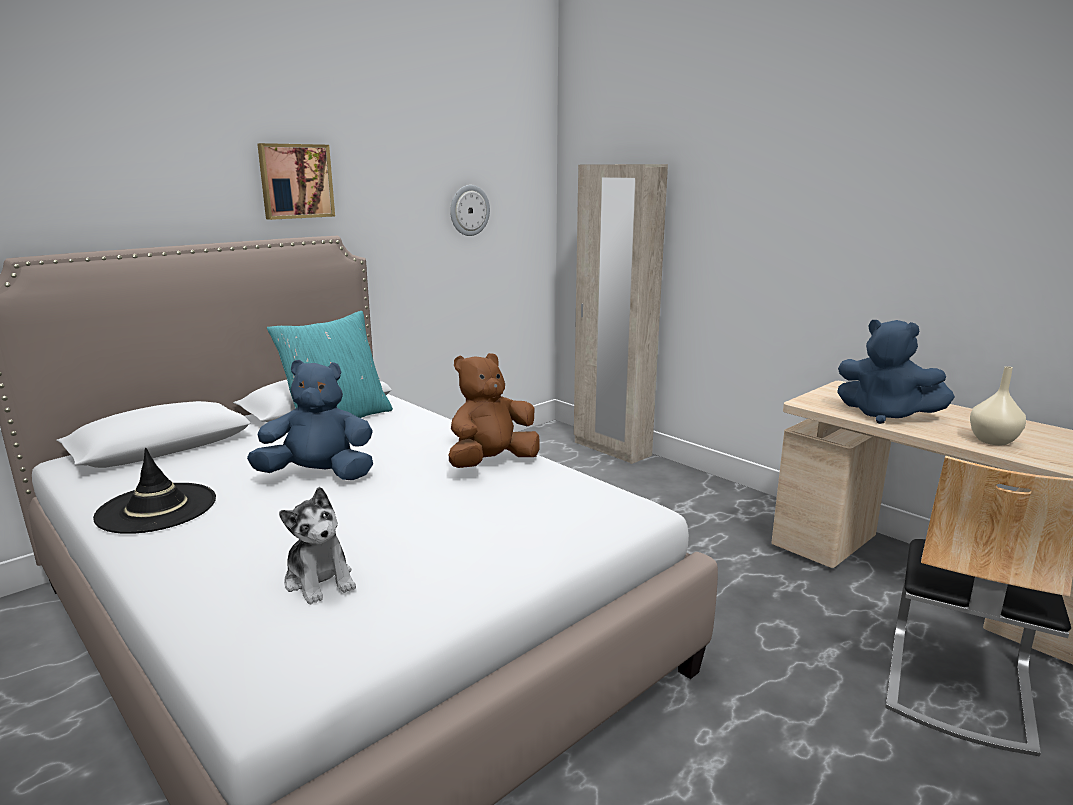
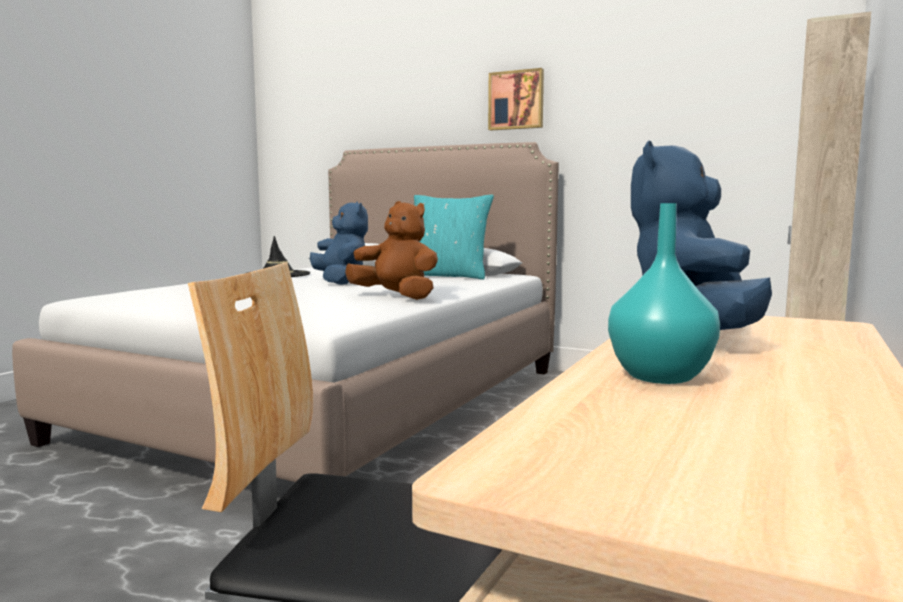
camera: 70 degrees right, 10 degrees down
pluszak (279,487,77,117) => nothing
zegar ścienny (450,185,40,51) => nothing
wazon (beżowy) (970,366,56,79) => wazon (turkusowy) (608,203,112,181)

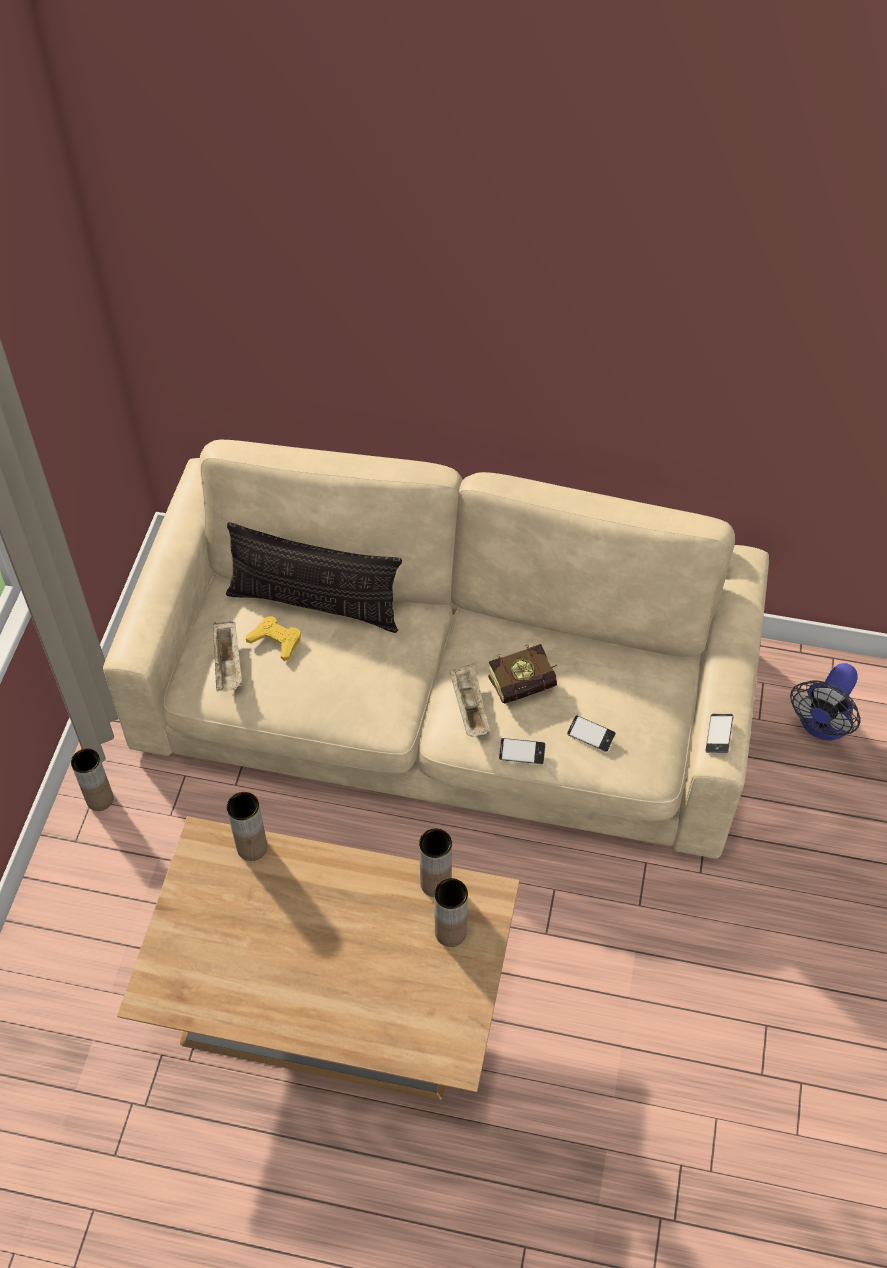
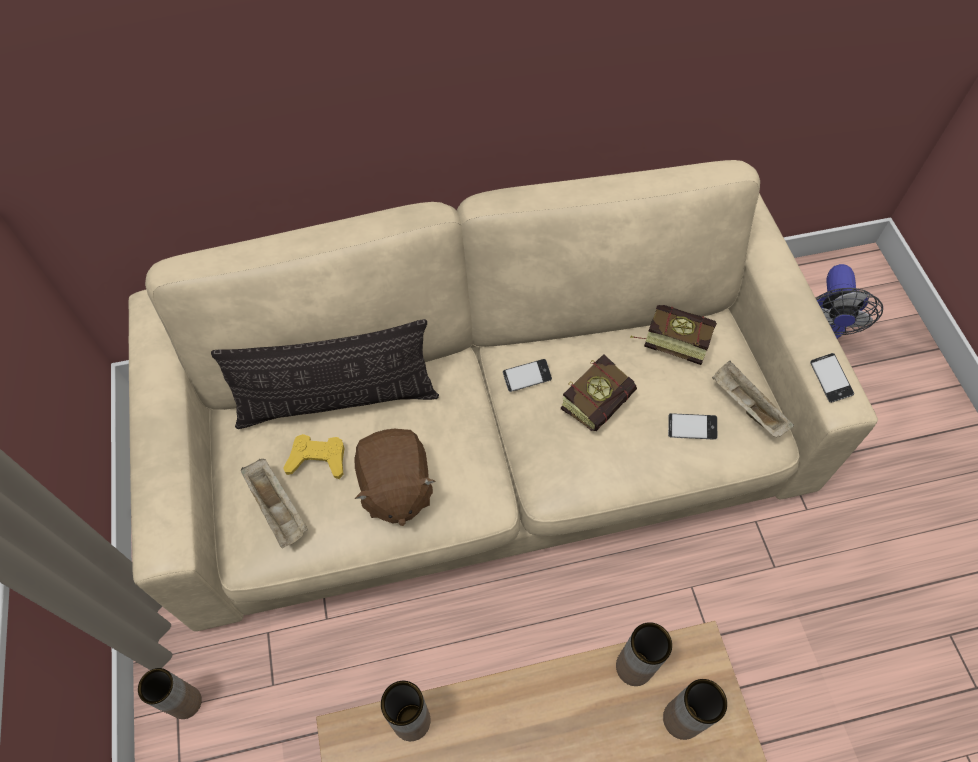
camera: 25 degrees left, 5 degrees up
taca (beżowy) (450,663,40,73) => taca (beżowy) (712,361,82,76), moved
telefon (499,738,46,26) => telefon (503,359,49,33), moved
nothing => pluszak (brązowy) (354,428,82,98)
nothing => książka (630,305,87,60)

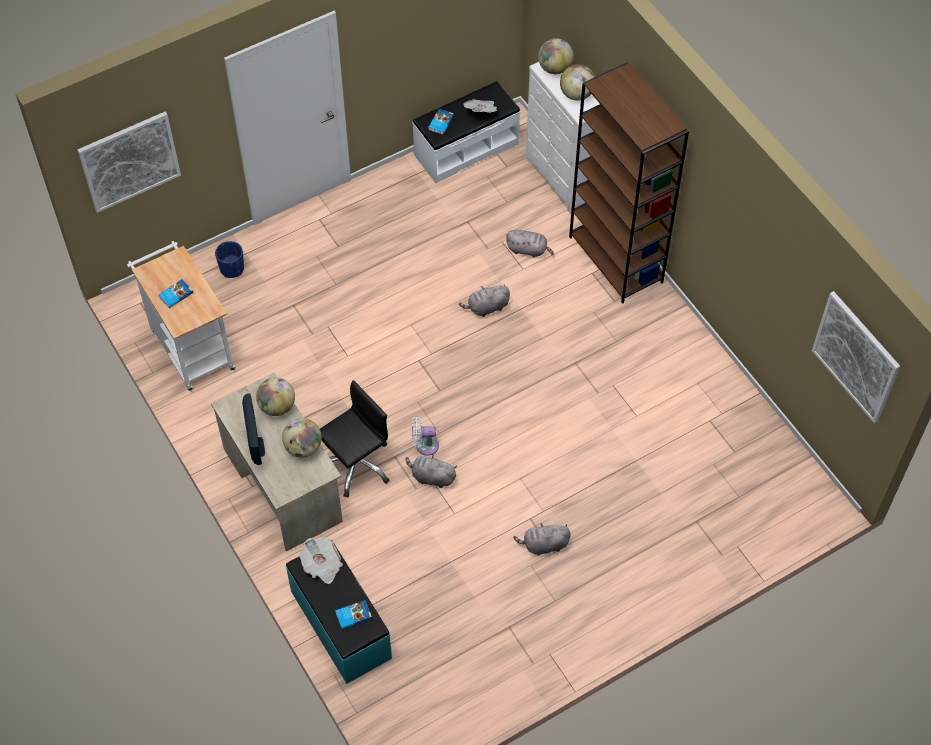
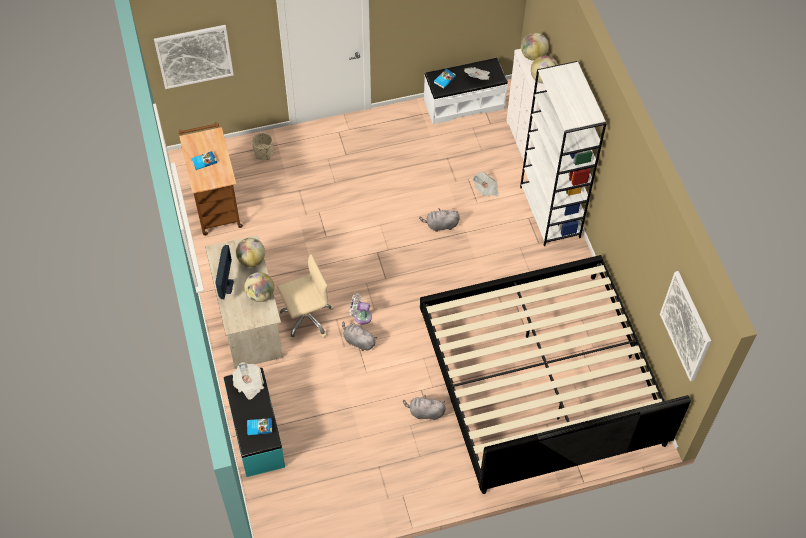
camera: 15 degrees right, 0 degrees up
wózek (biały) (127,241,109,151) => wózek (brązowy) (178,122,65,114)
donica (niebieski) (215,241,29,37) => donica (beżowy) (252,132,21,28)
krzesło biurowe (czarny) (320,380,69,117) => krzesło biurowe (beżowy) (277,254,57,87)
pluszak (szary) (506,230,48,27) => gazeta (473,172,26,25)
regał (brązowy) (569,62,120,242) => regał (biały) (520,61,86,185)
nothing => łóżko (420,255,271,239)

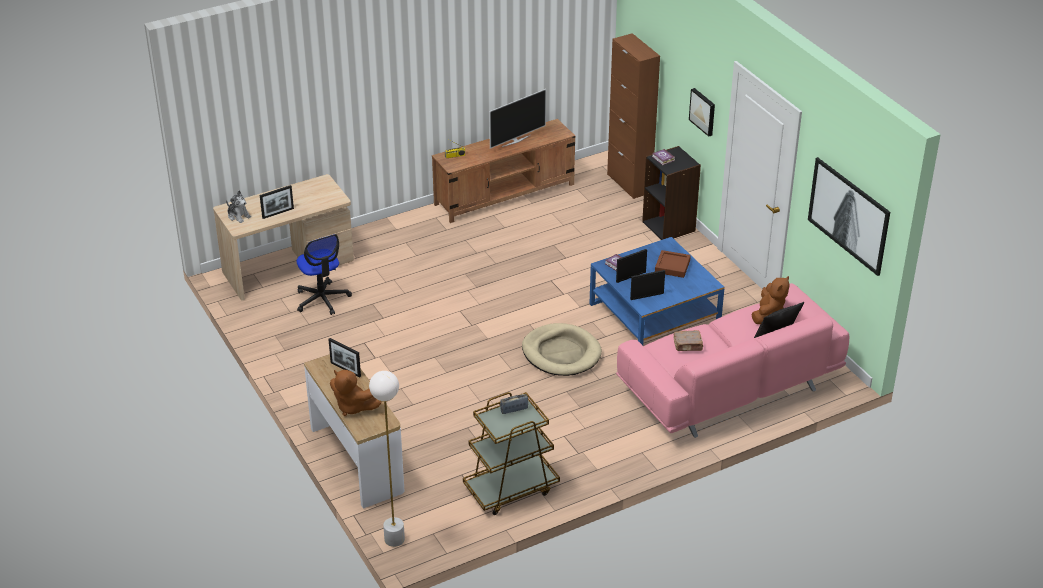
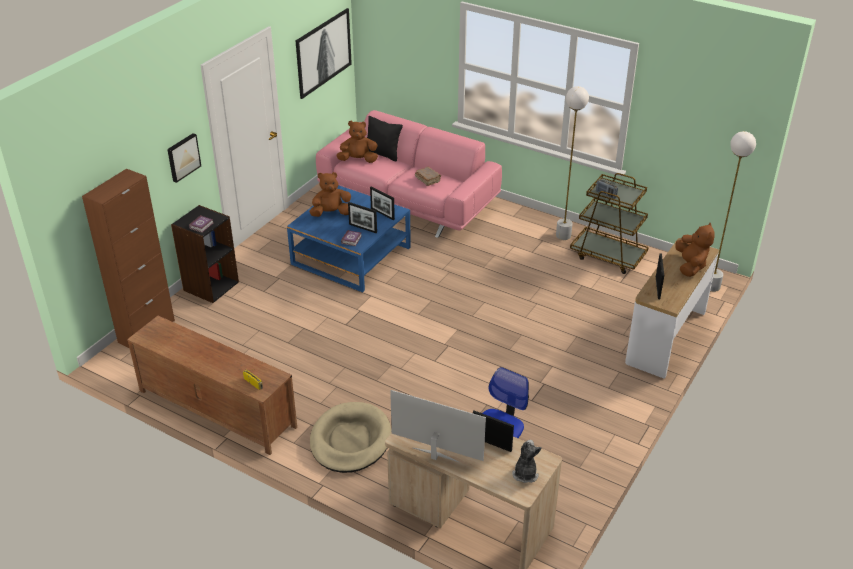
camera: 120 degrees left, 0 degrees up
telewizor (489,89,57,60) => telewizor (390,390,96,73), moved
legowisko (beżowy) (522,323,80,53) => legowisko (beżowy) (310,402,81,71), moved
taca (brązowy) (655,250,36,28) => pluszak (brązowy) (309,172,42,45)
nothing => lampa stojąca (biały) (556,86,33,154)

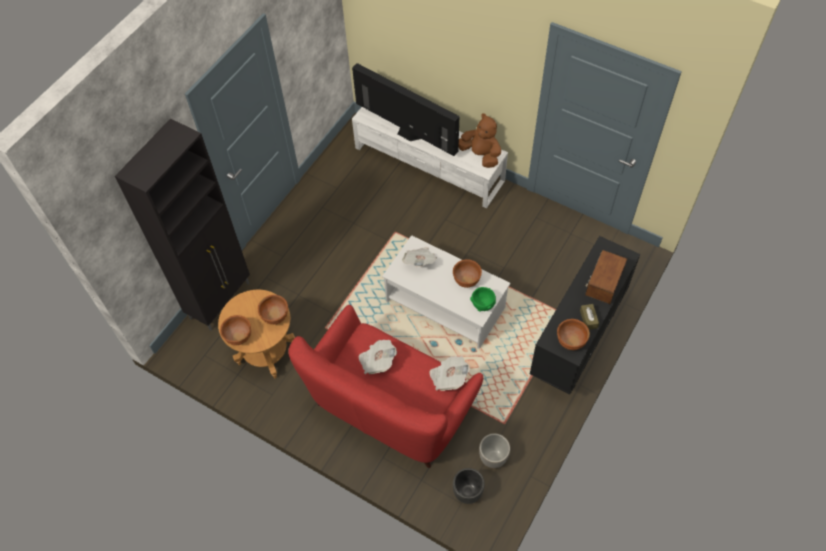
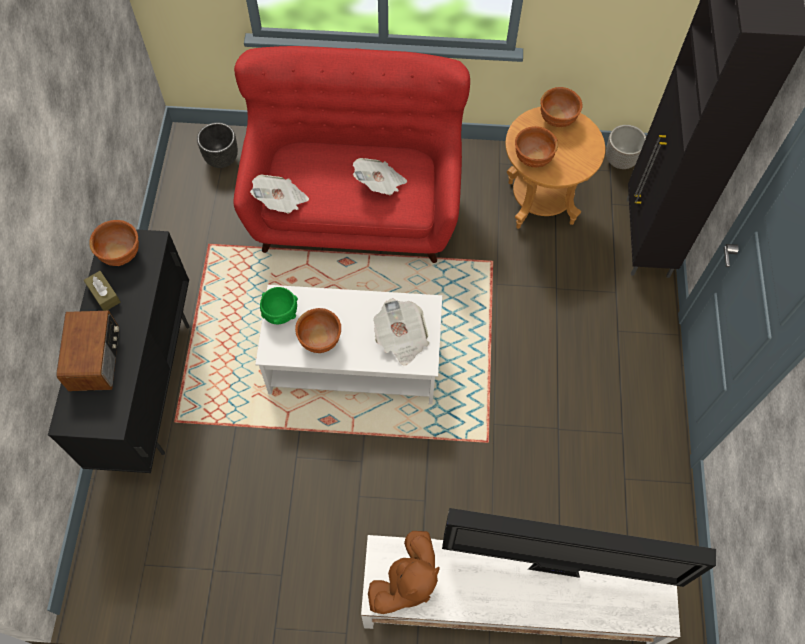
camera: 150 degrees right, 5 degrees up
pluszak (brązowy) (459,113,42,55) => pluszak (brązowy) (368,531,72,83), 60 degrees counterclockwise
donica (479,433,31,35) => donica (606,125,40,44), moved

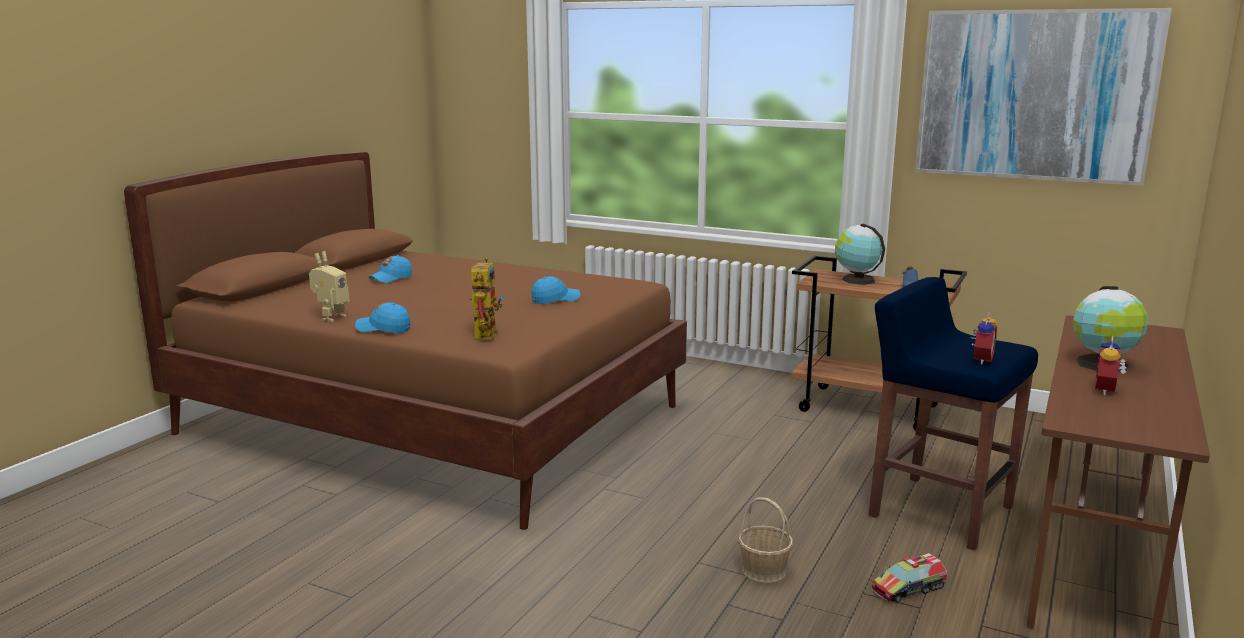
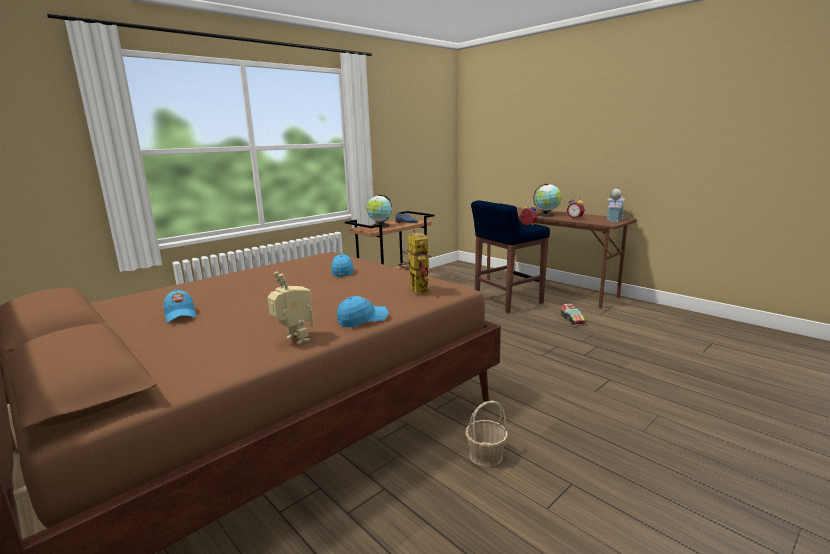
camera: 70 degrees left, 0 degrees up
czapka z daszkiem (niebieski) (355,303,55,30) => czapka z daszkiem (niebieski) (337,296,51,31), 150 degrees counterclockwise
robot zabawkowy (470,257,33,82) => robot zabawkowy (398,229,32,65), 45 degrees clockwise
koszyk (738,497,55,86) => koszyk (465,401,43,66), moved
obraz (915,8,257,178) => nothing
nothing => domek (606,185,19,37)

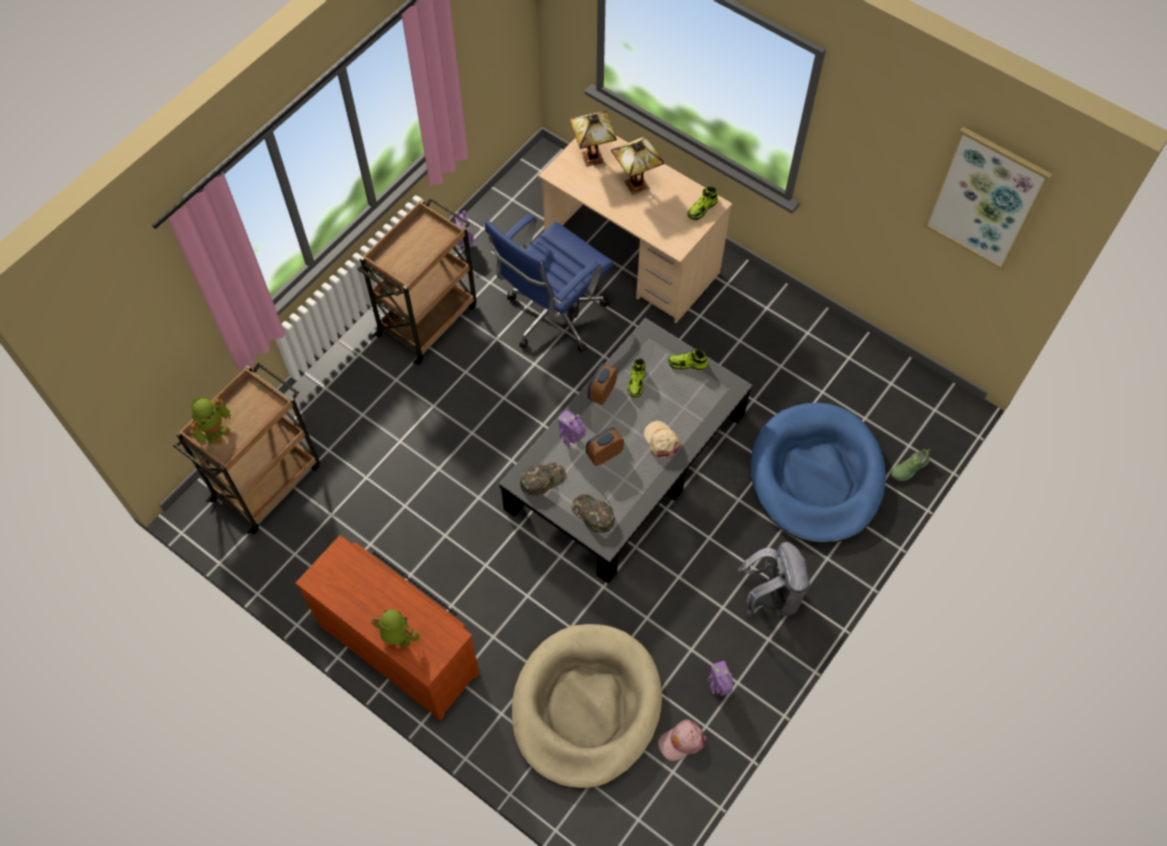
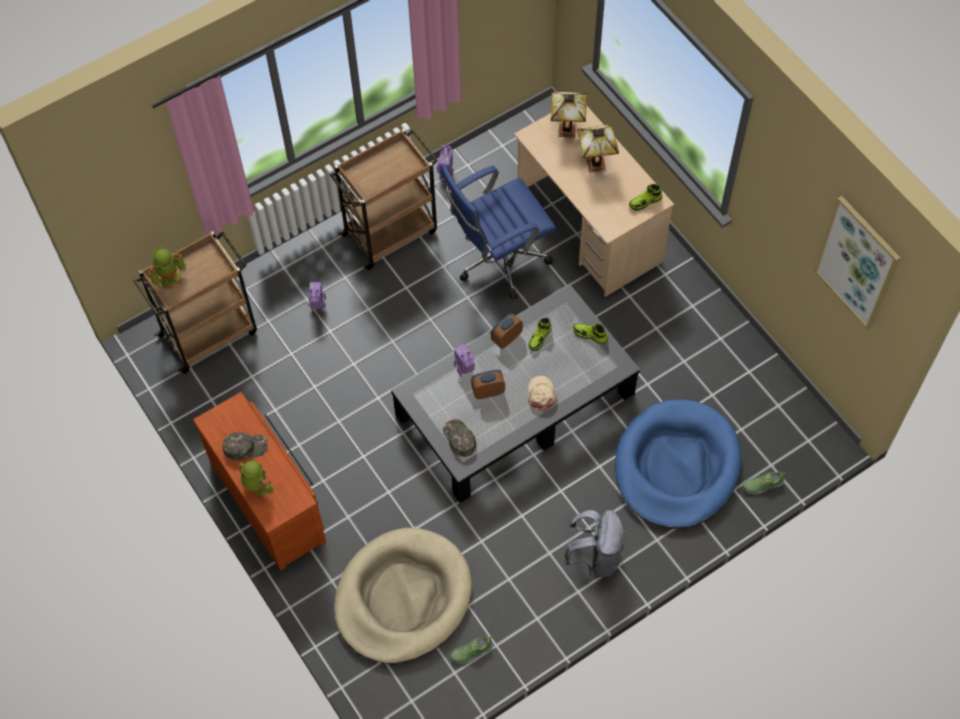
camera: 20 degrees right, 0 degrees up
czapka z daszkiem (zielony) (520,462,46,34) => czapka z daszkiem (zielony) (223,432,45,29), moved
czapka z daszkiem (różowy) (658,719,48,42) => but (450,636,43,27)
robot zabawkowy (708,661,25,35) => robot zabawkowy (308,282,18,30), moved

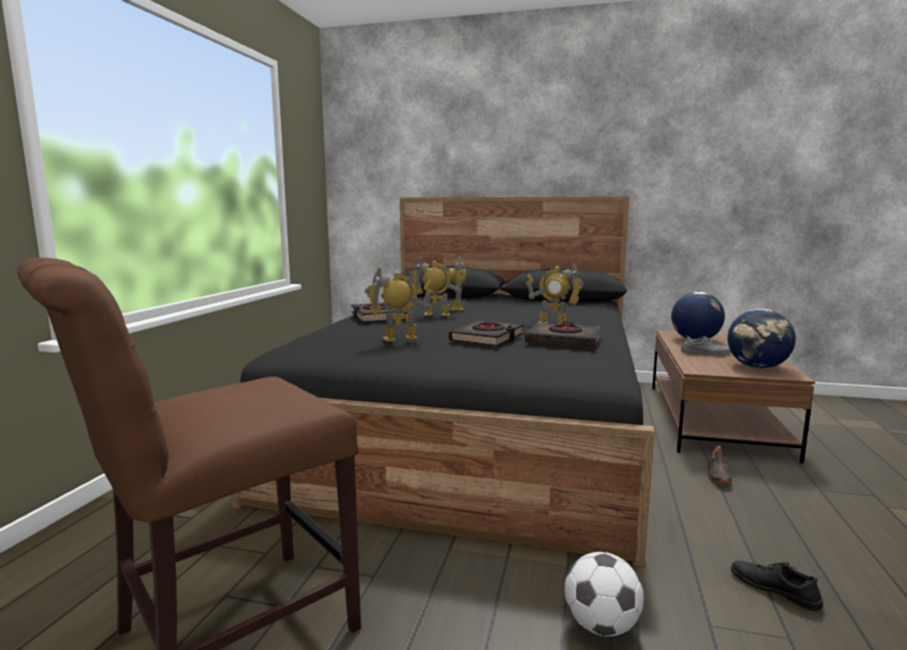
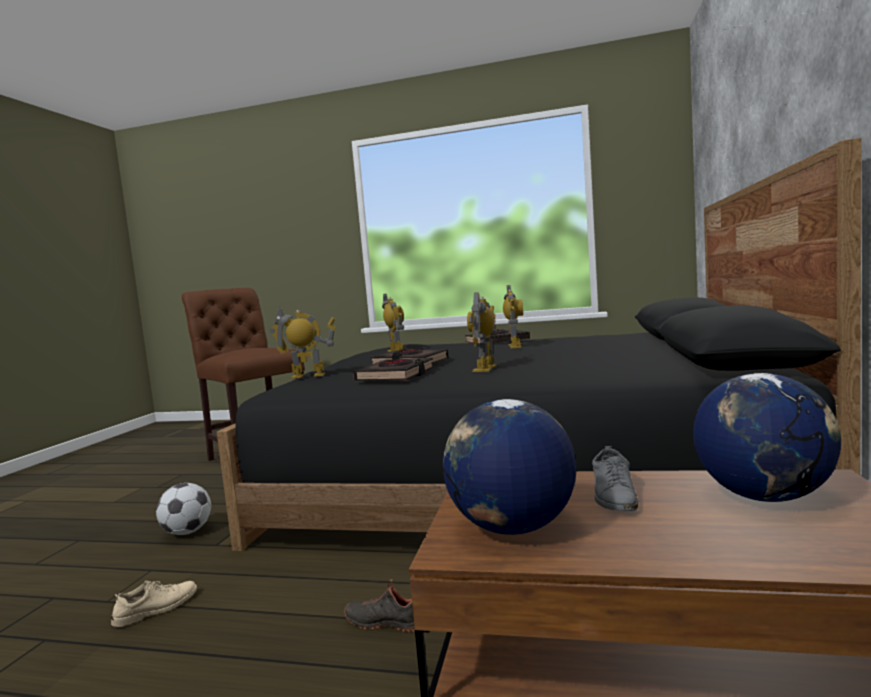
camera: 90 degrees right, 5 degrees down
robot zabawkowy (449,255,17,55) => robot zabawkowy (270,307,66,72), moved
but (czarny) (731,561,92,50) => but (beżowy) (111,581,86,46)

